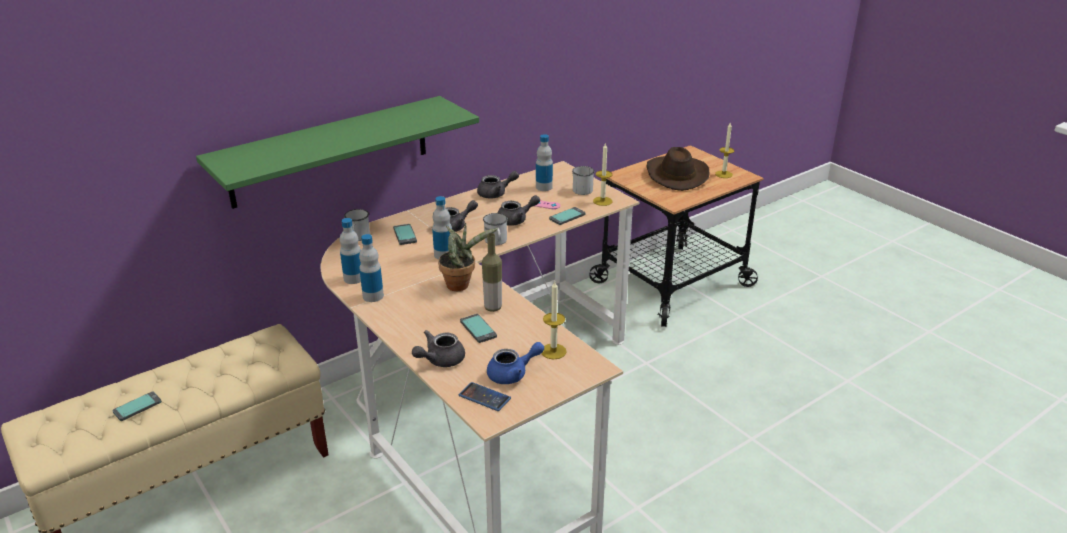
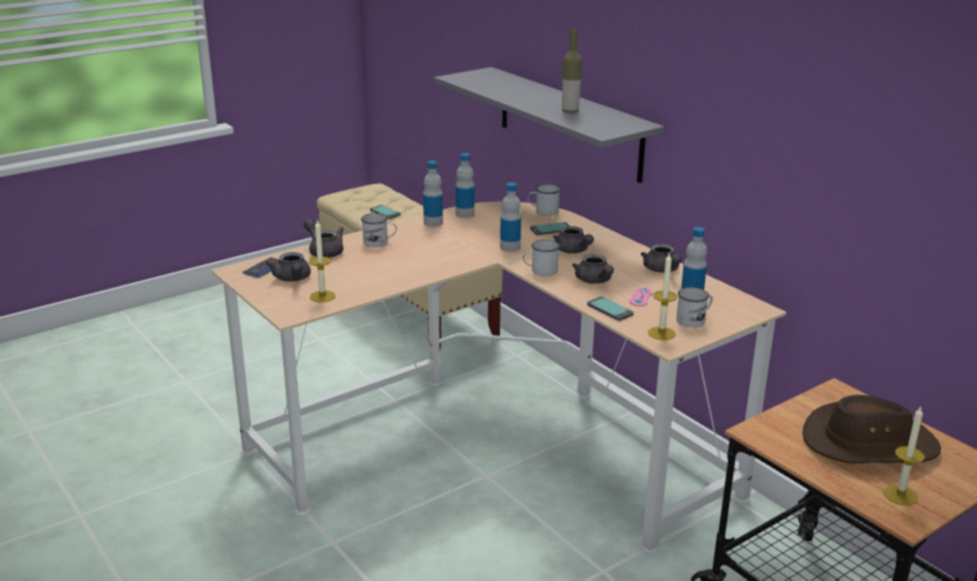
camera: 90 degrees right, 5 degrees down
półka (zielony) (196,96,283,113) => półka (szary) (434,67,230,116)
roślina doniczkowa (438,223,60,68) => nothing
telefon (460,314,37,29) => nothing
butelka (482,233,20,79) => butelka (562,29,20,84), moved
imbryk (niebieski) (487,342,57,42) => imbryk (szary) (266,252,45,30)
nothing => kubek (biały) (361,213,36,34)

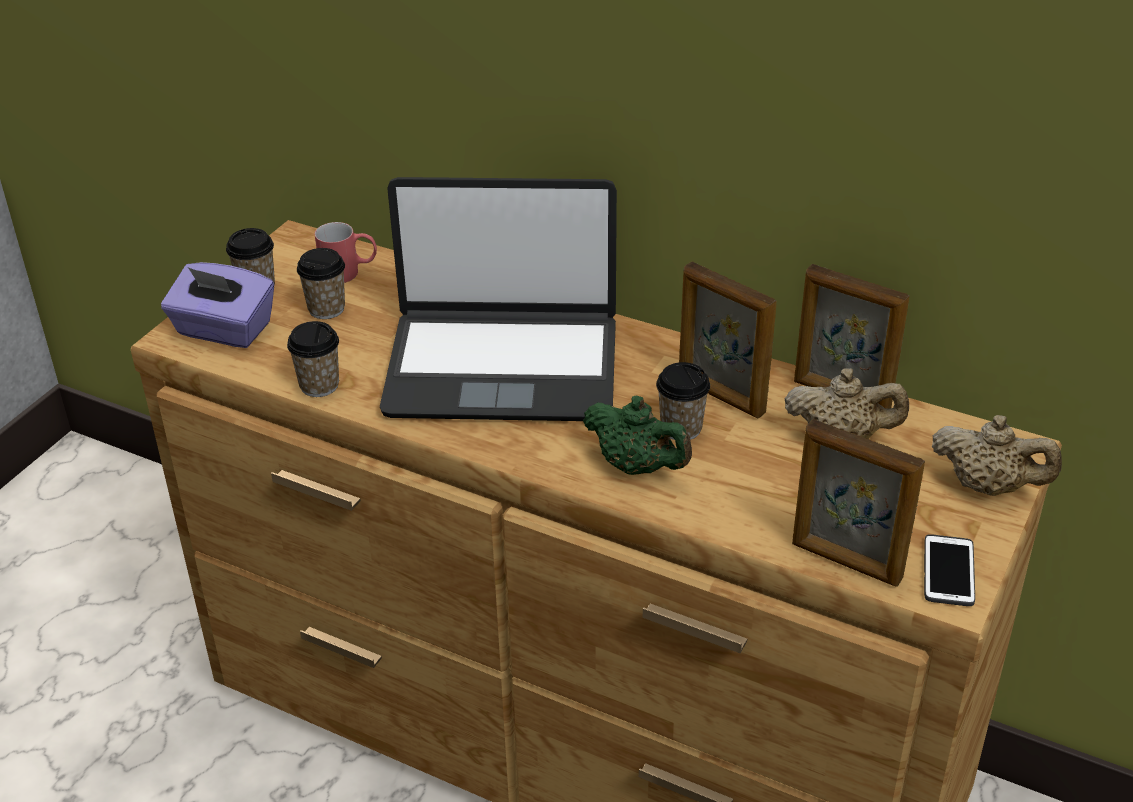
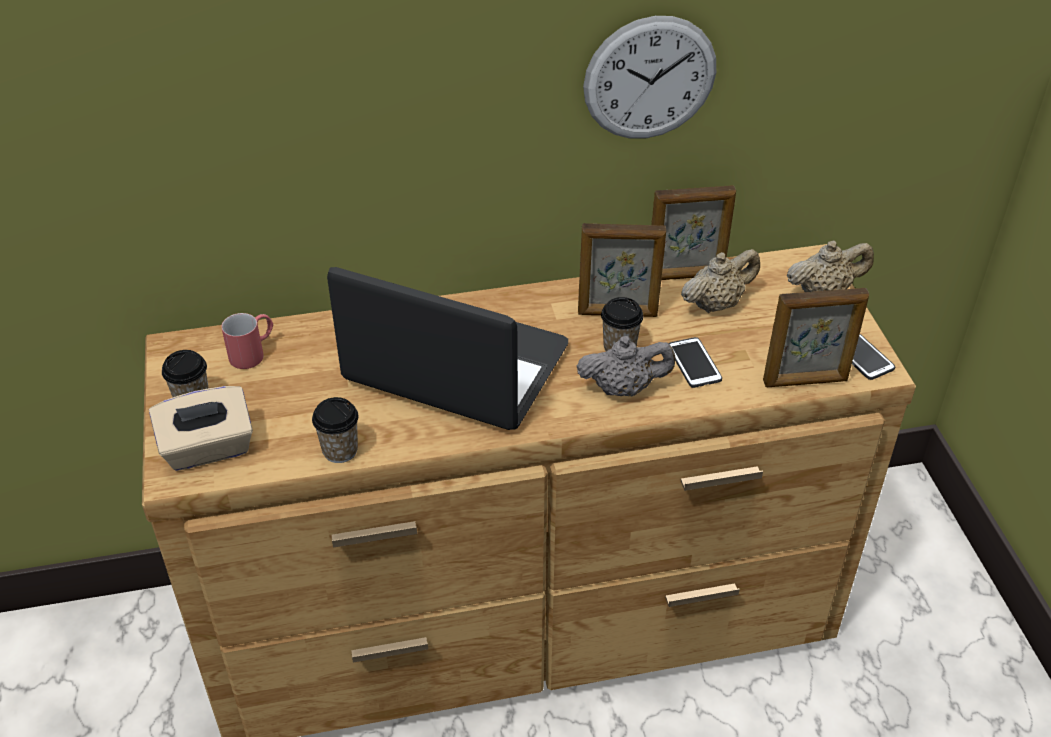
camera: 40 degrees left, 5 degrees up
pudełko chusteczek (fioletowy) (161,262,113,86) => pudełko chusteczek (beżowy) (149,386,104,85)
filiżanka (297,248,48,71) => nothing
laptop (380,177,237,244) => laptop (327,267,241,163), 120 degrees counterclockwise
imbryk (zielony) (583,396,109,79) => imbryk (szary) (577,336,98,60)
nothing => zegar ścienny (583,16,133,123)
nothing => telefon (668,337,54,51)

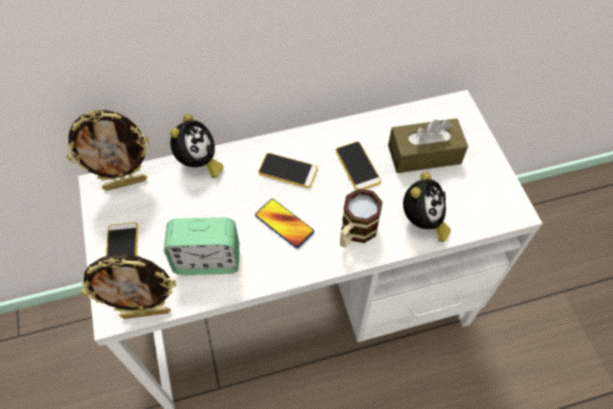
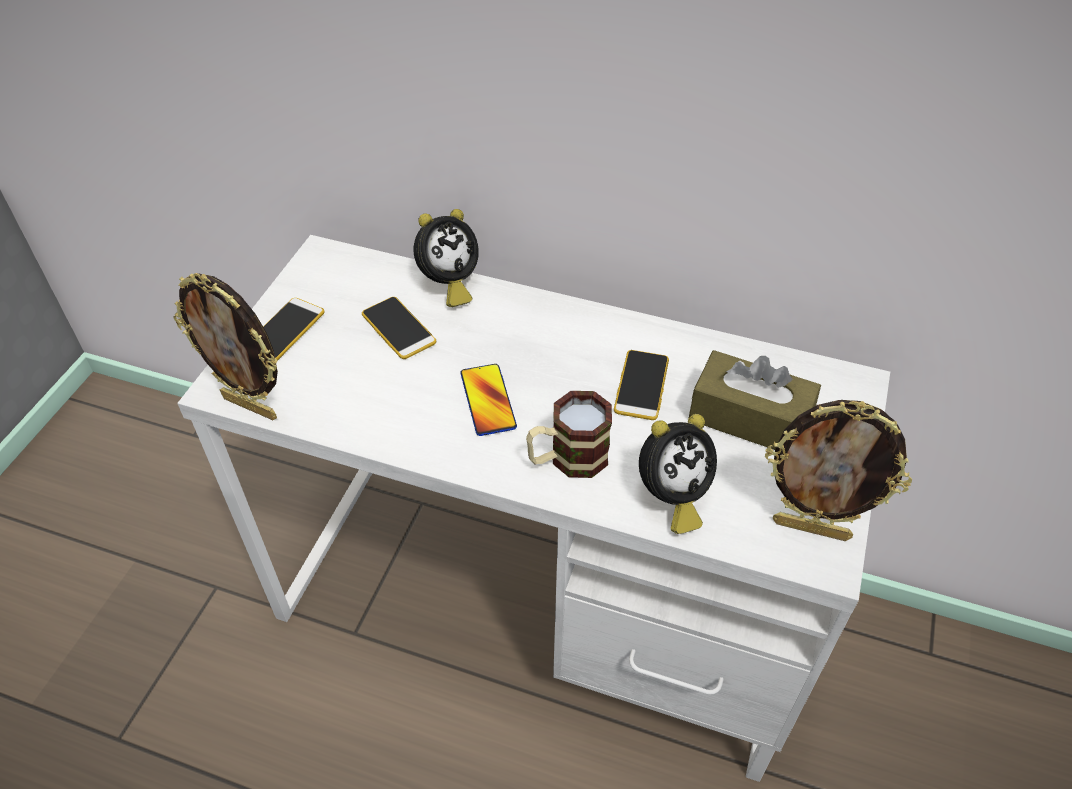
camera: 35 degrees right, 10 degrees down
ramka na zdjęcie (66,110,84,81) => ramka na zdjęcie (765,400,147,141), moved
budzik (164,217,75,58) => nothing
telefon (258,153,60,35) => telefon (362,297,74,62), moved

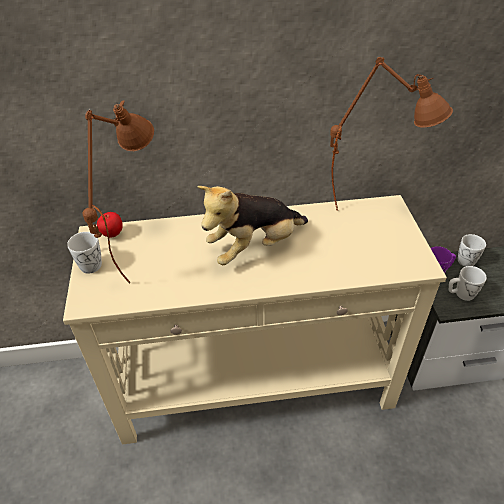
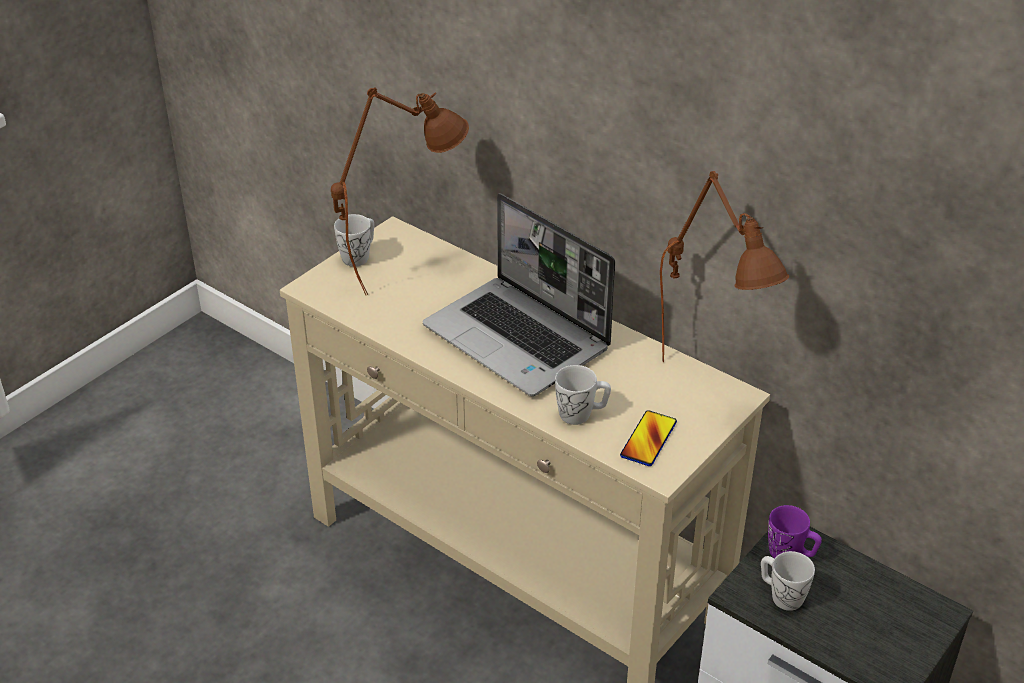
camera: 45 degrees right, 5 degrees down
jabłko (97,212,26,26) => nothing
pluszak (197,186,111,79) => laptop (422,193,193,203)
kubek (biały) (458,234,28,33) => kubek (biały) (555,365,56,60), moved
nothing => telefon (620,410,57,56)

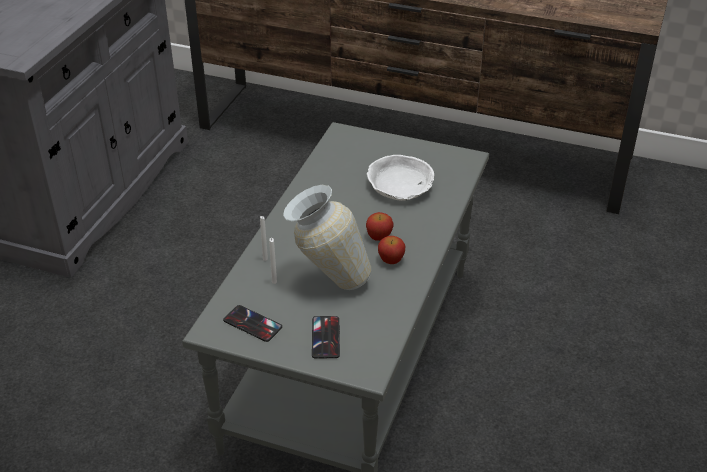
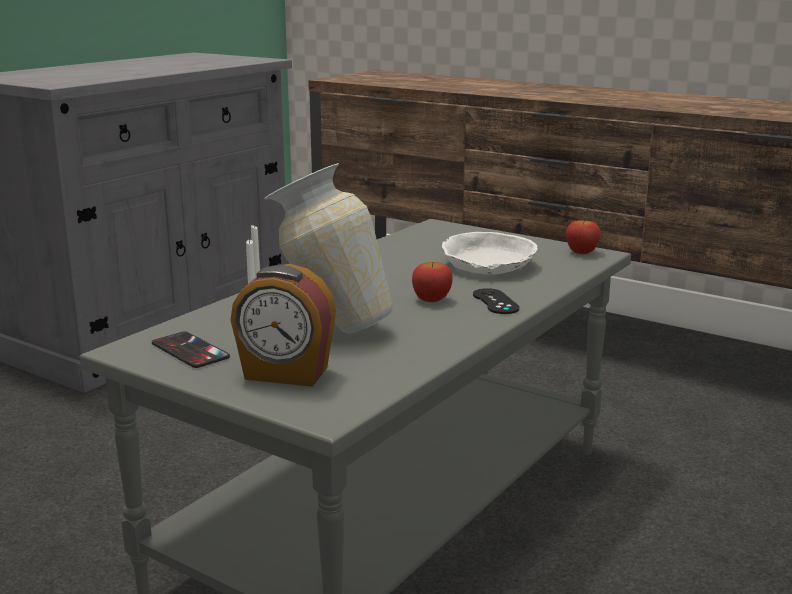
camera: 15 degrees right, 20 degrees down
telefon (312,316,28,43) => budzik (230,264,106,123)
jabłko (378,236,27,28) => jabłko (566,220,35,34), moved
nothing => pad do gier (czarny) (473,288,47,26)

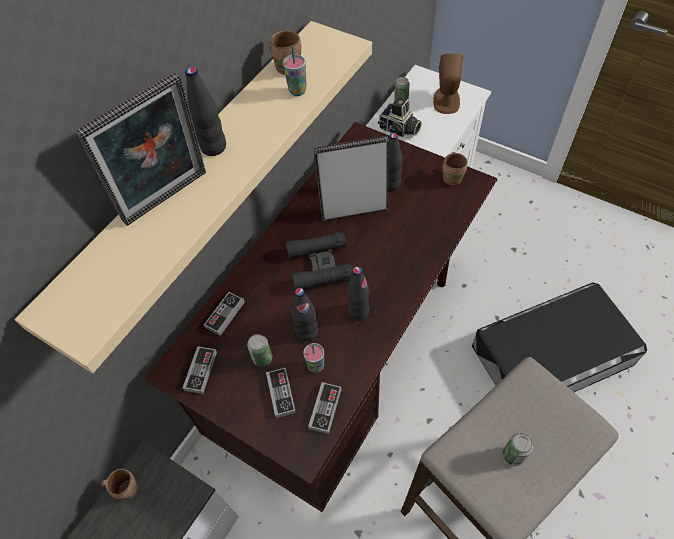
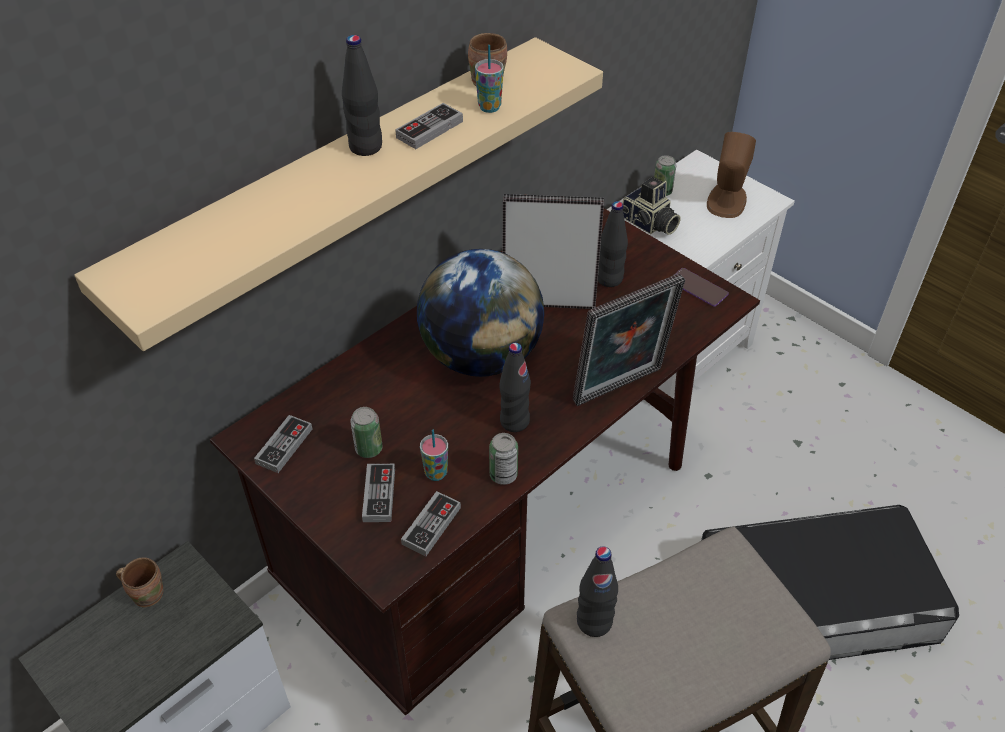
camera: 10 degrees right, 10 degrees down
ramka na zdjęcie (76,73,130,153) => ramka na zdjęcie (573,273,112,133), moved
pad do gier (204,292,41,44) => pad do gier (395,103,68,46), moved
lornetka (czarny) (286,232,67,58) => globus (417,249,128,128)
butelka (czarny) (291,288,27,53) => butelka (czarny) (577,546,41,91), moved
kubek (brązowy) (442,152,26,33) => telefon (673,268,56,39)
puszka (503,433,30,33) => puszka (489,433,29,52), moved

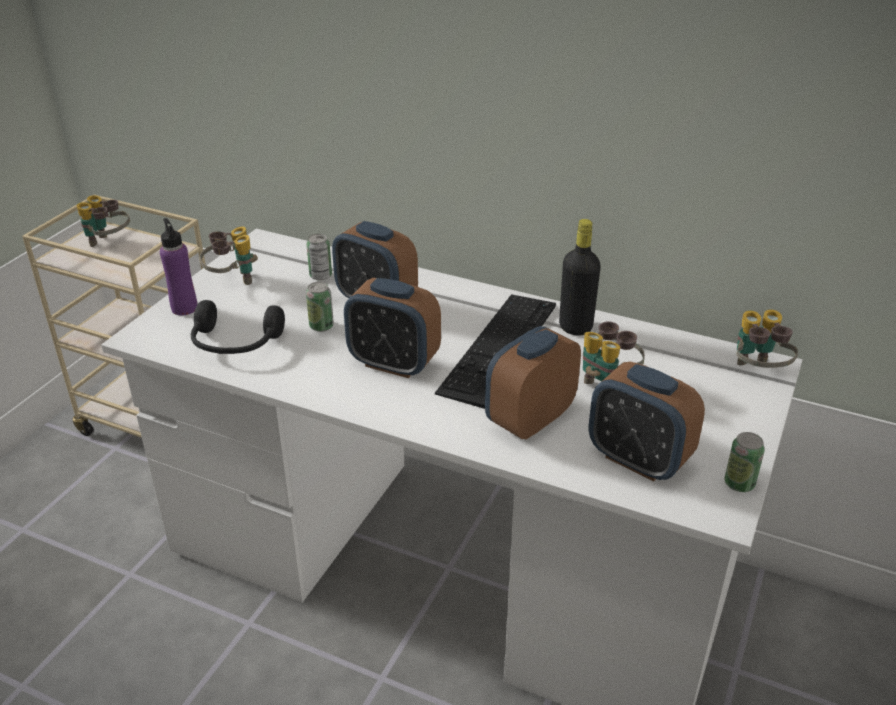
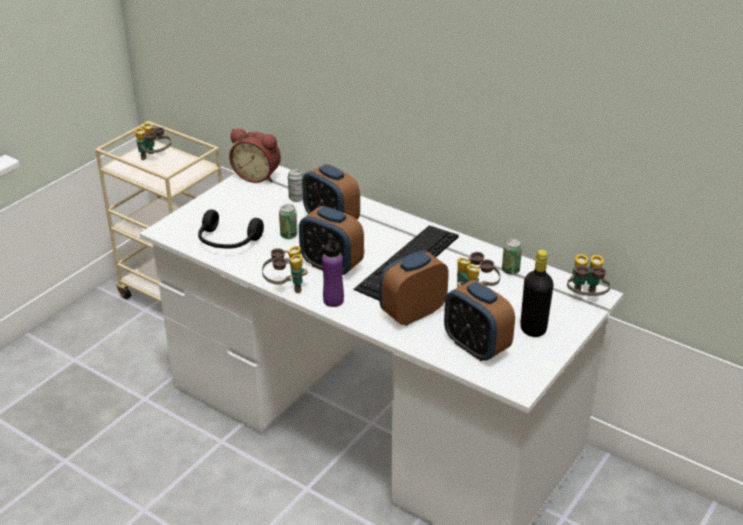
camera: 10 degrees right, 0 degrees up
butelka (fioletowy) (160,218,37,97) => butelka (fioletowy) (322,233,22,74), moved
lornetka (200,226,58,59) => lornetka (262,246,46,47), moved
butelka (czarny) (559,219,42,117) => butelka (czarny) (520,249,33,88), moved
puszka (724,432,41,60) => puszka (502,238,20,37), moved
nothing => budzik (229,128,52,55)

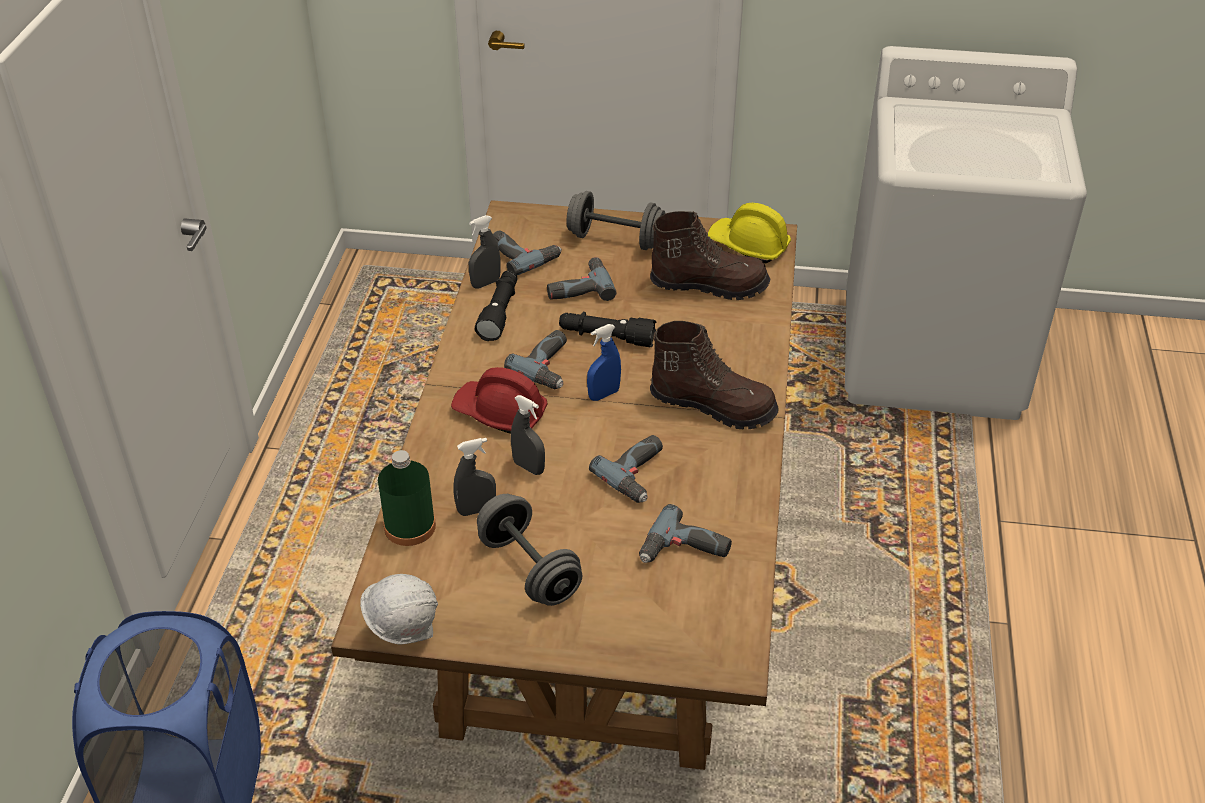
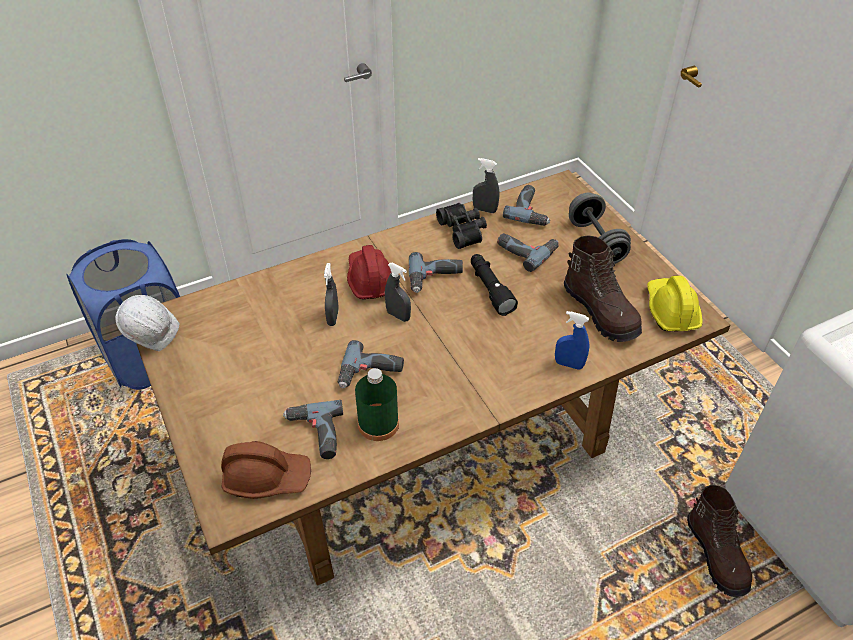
camera: 55 degrees right, 5 degrees up
butelka (zielony) (378,450,58,96) => butelka (zielony) (355,368,44,73), moved
spryskiwacz (szary) (454,438,42,78) => spryskiwacz (szary) (385,263,26,59), moved
latarka (czarny) (475,270,43,71) => lornetka (czarny) (436,203,51,46)
hantel (szary) (477,494,106,112) => nothing
spryskiwacz (niebieski) (587,324,34,77) => spryskiwacz (niebieski) (555,311,34,59), moved
but z cholewką (brązowy) (650,321,129,108) => but z cholewką (brązowy) (687,485,65,112), moved
nothing => kask (brązowy) (221,441,90,58)

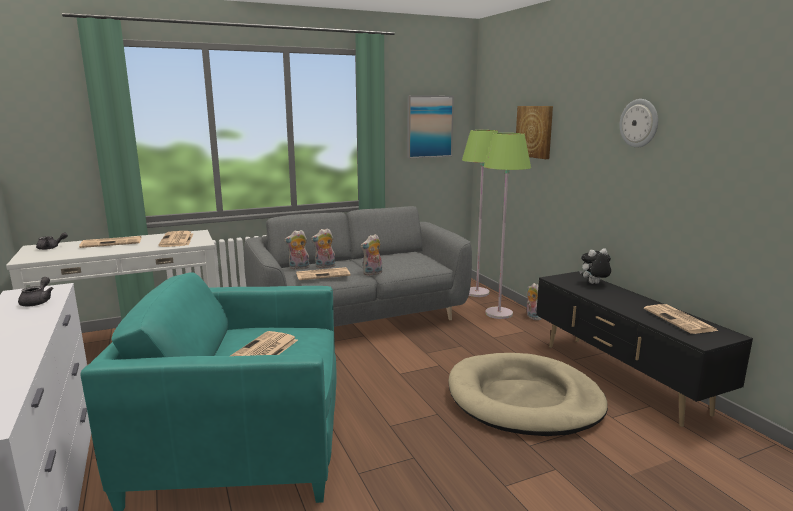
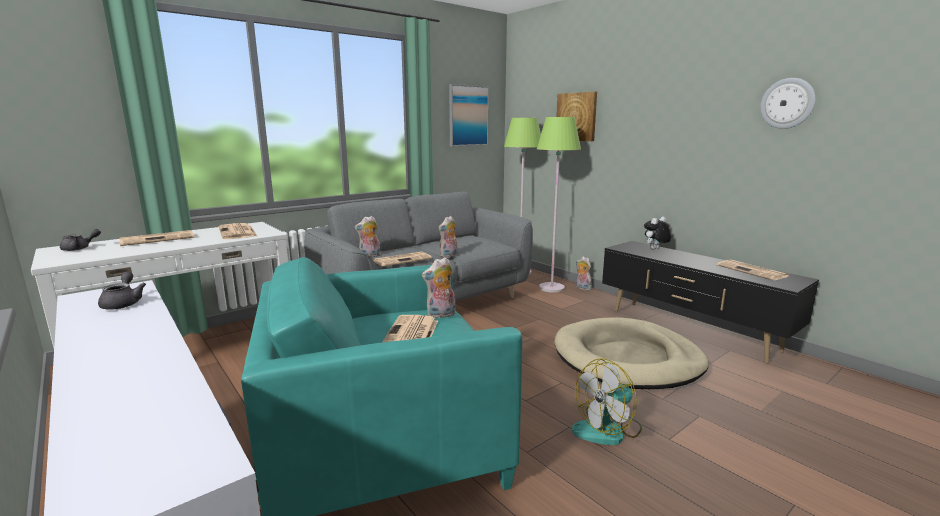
camera: 15 degrees left, 0 degrees up
pluszak (311,228,25,40) => pluszak (422,257,33,61), moved
zegar ścienny (620,99,38,49) => zegar ścienny (760,78,56,51), moved
nothing => wentylator (571,358,71,87)

